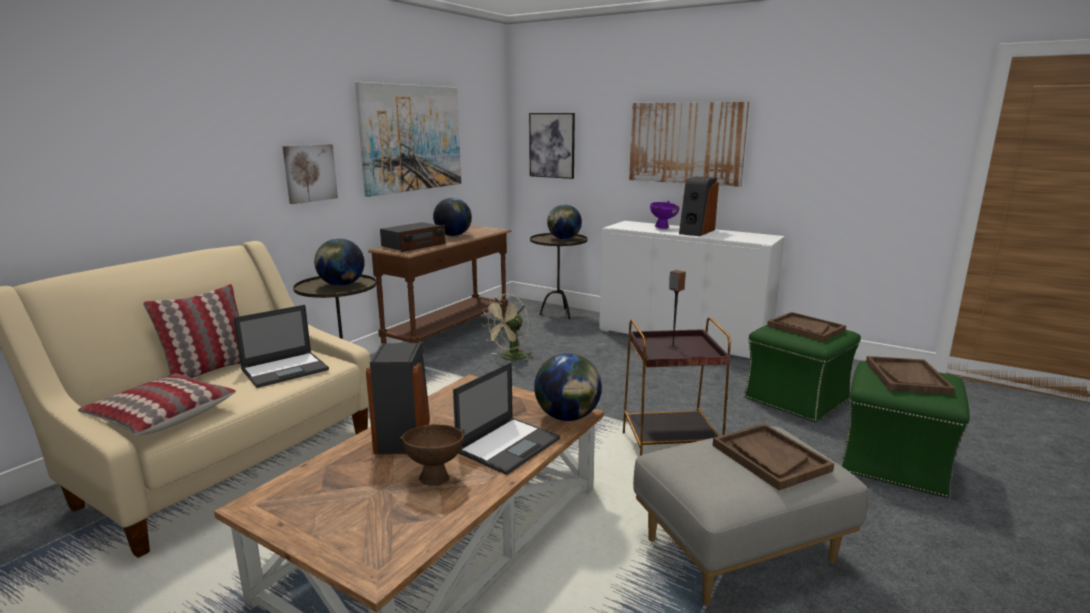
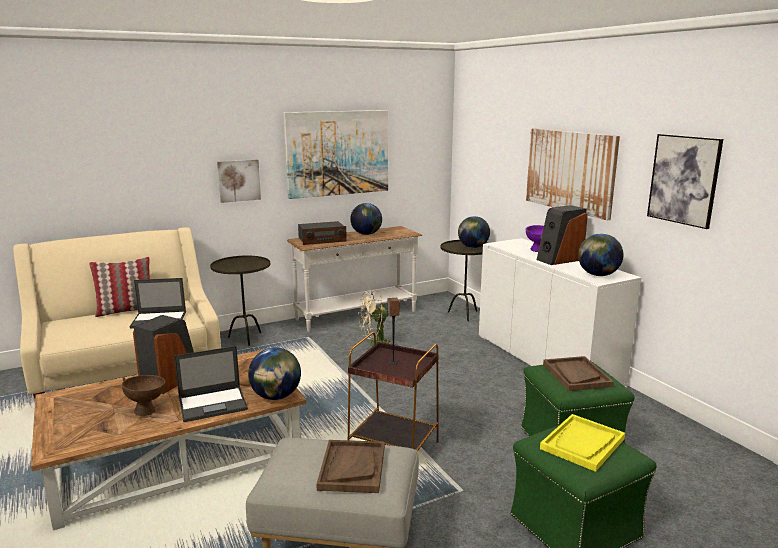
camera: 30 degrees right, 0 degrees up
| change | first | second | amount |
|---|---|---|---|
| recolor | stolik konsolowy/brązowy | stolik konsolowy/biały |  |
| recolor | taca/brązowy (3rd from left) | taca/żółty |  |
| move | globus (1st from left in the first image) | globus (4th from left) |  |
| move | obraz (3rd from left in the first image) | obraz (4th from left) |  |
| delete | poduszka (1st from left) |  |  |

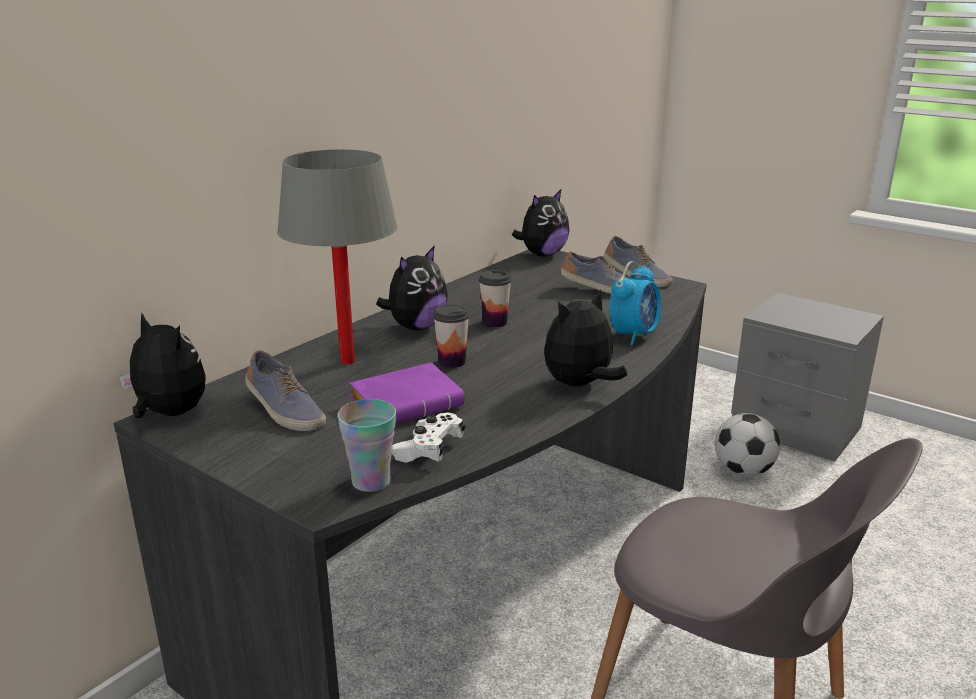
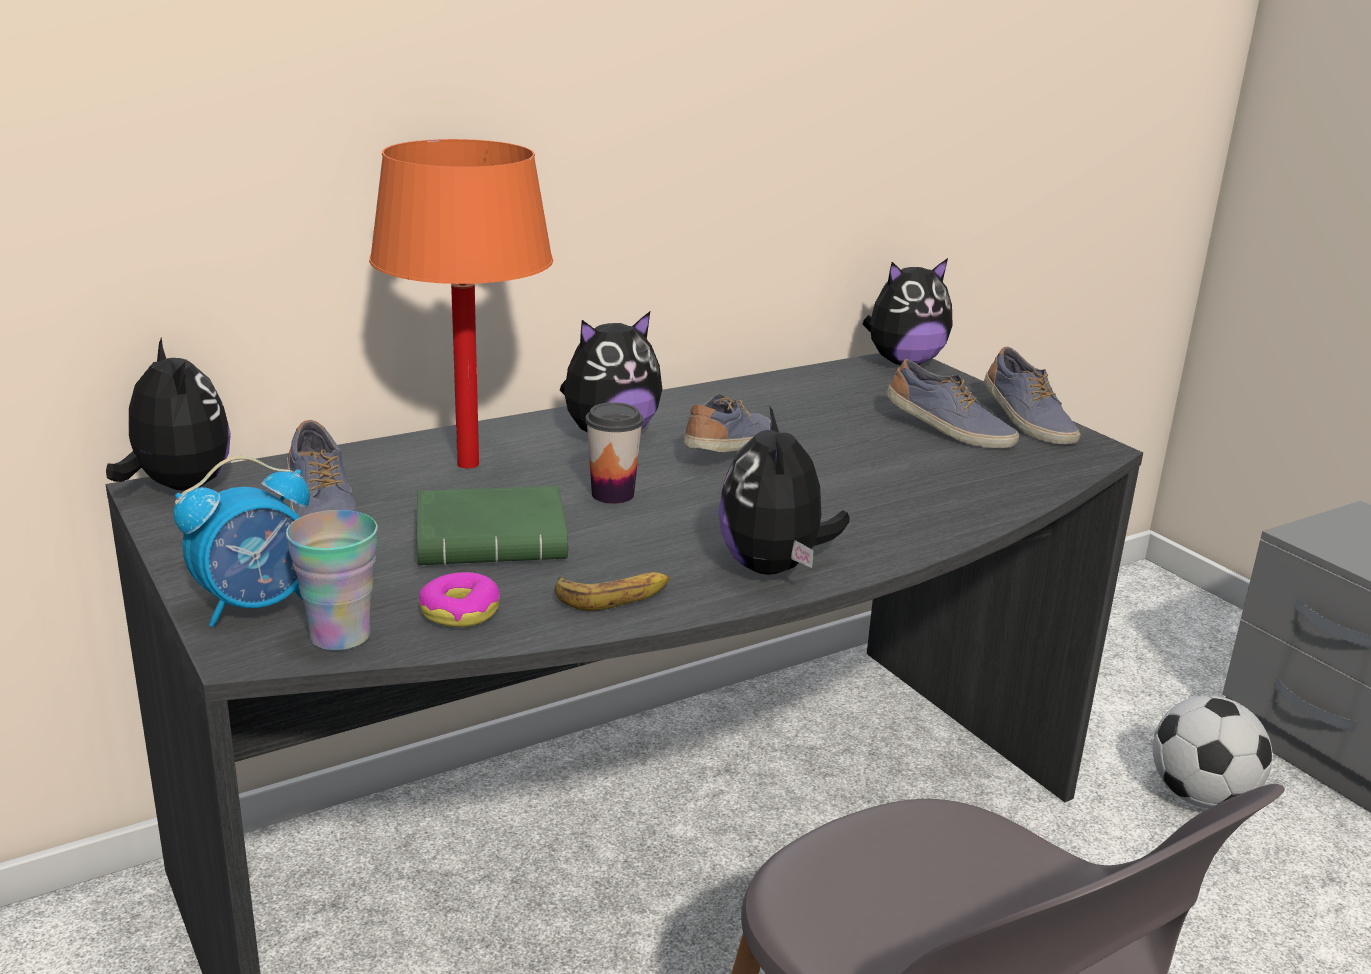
camera: 20 degrees right, 0 degrees up
| change | first | second | amount |
|---|---|---|---|
| move | budzik |  |  |
| recolor | lampa stołowa/szary | lampa stołowa/pomarańczowy |  |
| recolor | książka/fioletowy | książka/zielony |  |
| replace | pad do gier/biały | donut |  |
| insert |  | banan |  |
| replace | filiżanka (3rd from left) | but (2nd from left) |  |
| rotate | pluszak (4th from left in the first image) | pluszak (3rd from left) | 75 degrees counterclockwise |

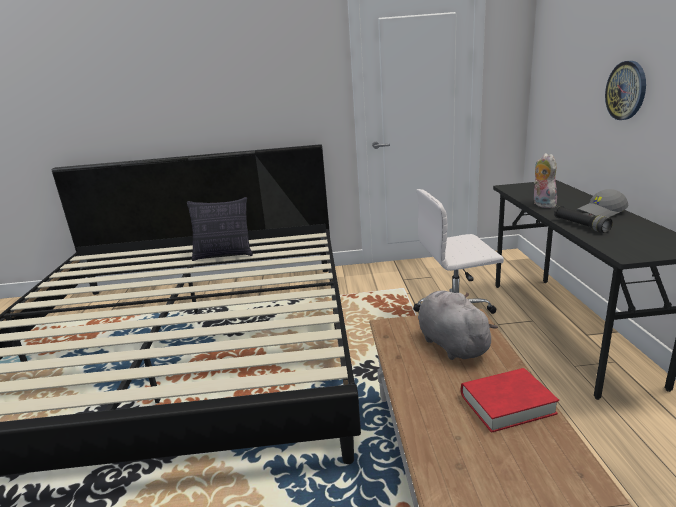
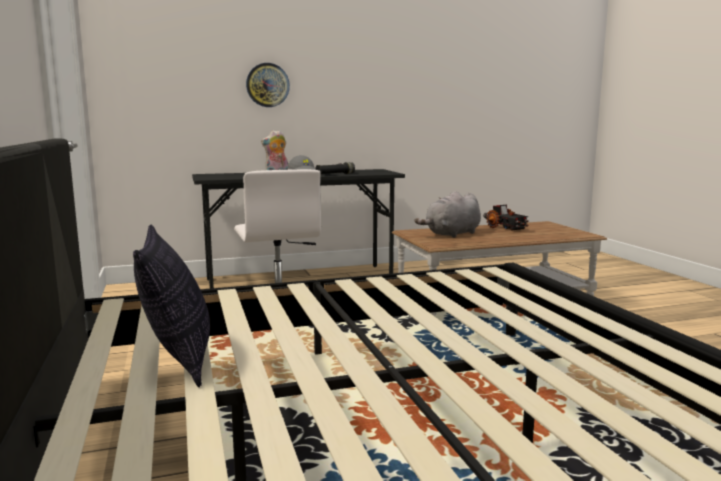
camera: 105 degrees left, 10 degrees down
| change | first | second | amount |
|---|---|---|---|
| replace | książka/czerwony | ciężarówka zabawkowa |  |

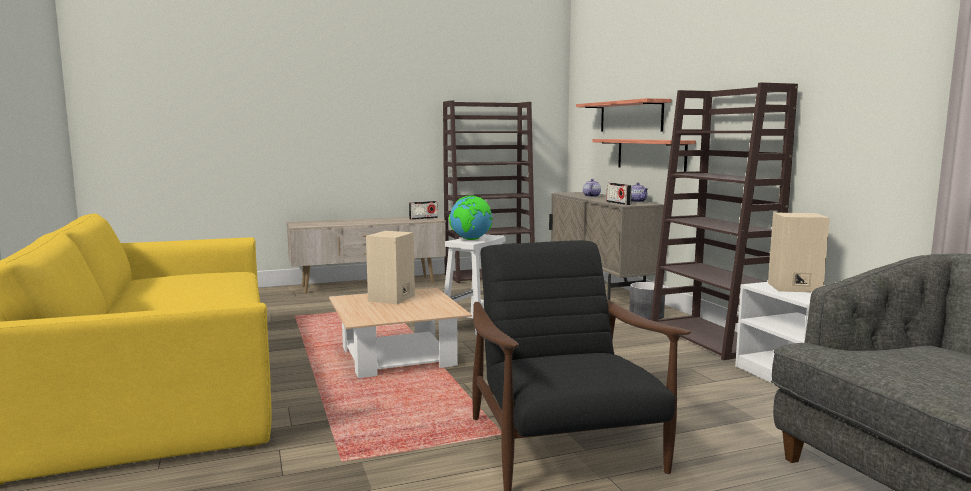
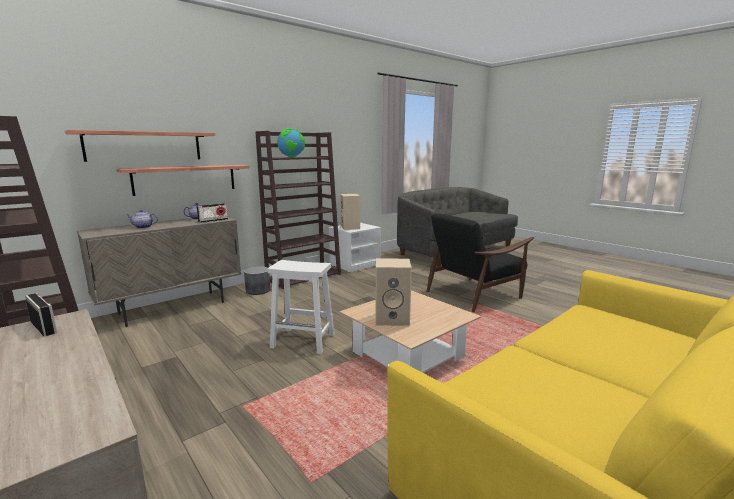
camera: 110 degrees left, 5 degrees up
| change | first | second | amount |
|---|---|---|---|
| move | globus |  |  |

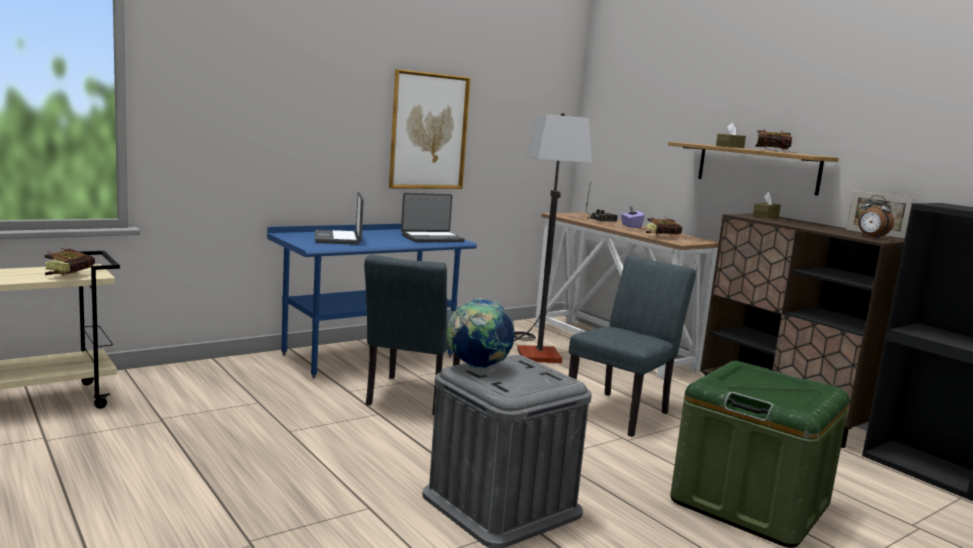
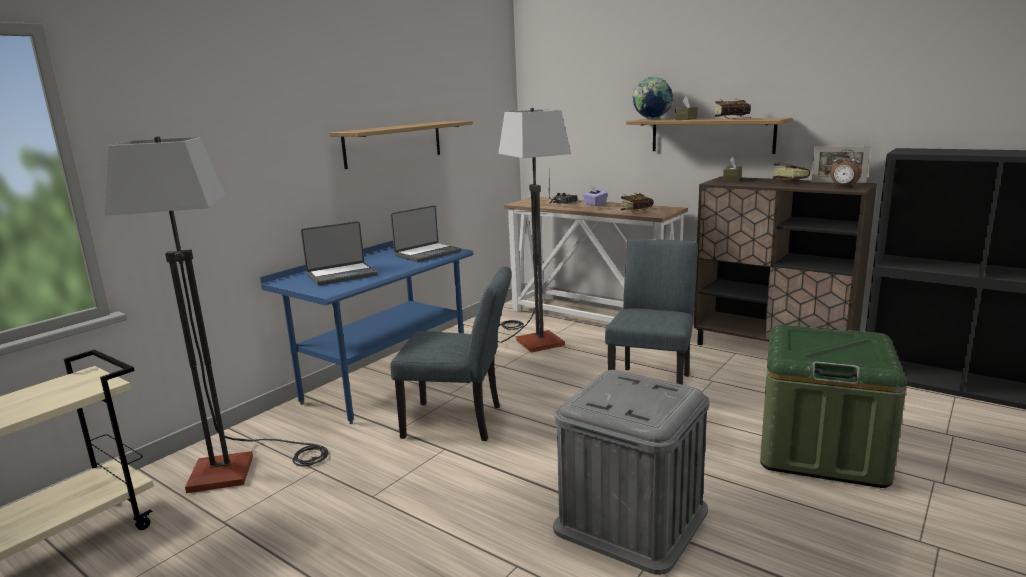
camera: 15 degrees left, 5 degrees up
| change | first | second | amount |
|---|---|---|---|
| insert |  | lampa stojąca (1st from left) |  |
| rotate | laptop (1st from left) |  | 90 degrees counterclockwise |
| replace | obraz | półka (1st from left) |  |
| rotate | krzesło/szary (1st from left) |  | 75 degrees counterclockwise |
| move | globus |  |  |
| move | książka (1st from left in the first image) | książka (3rd from left) |  |

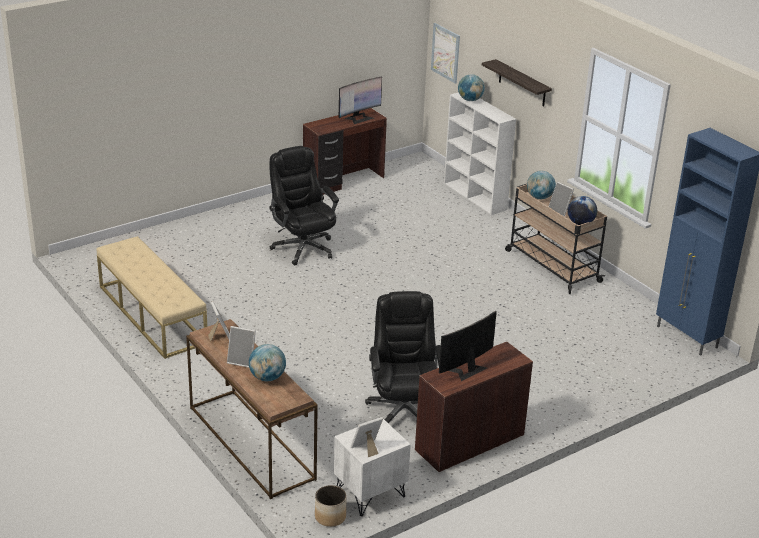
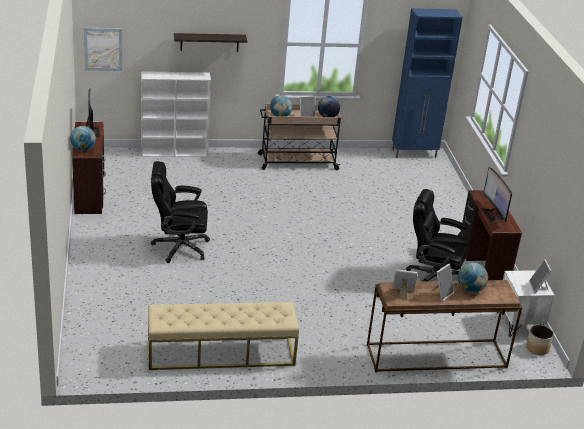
camera: 65 degrees left, 0 degrees up
| change | first | second | amount |
|---|---|---|---|
| move | globus (2nd from left in the first image) | globus (1st from left) |  |

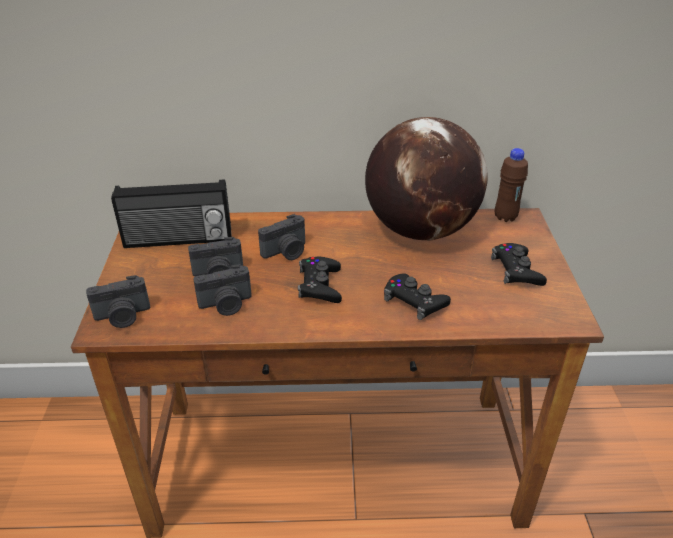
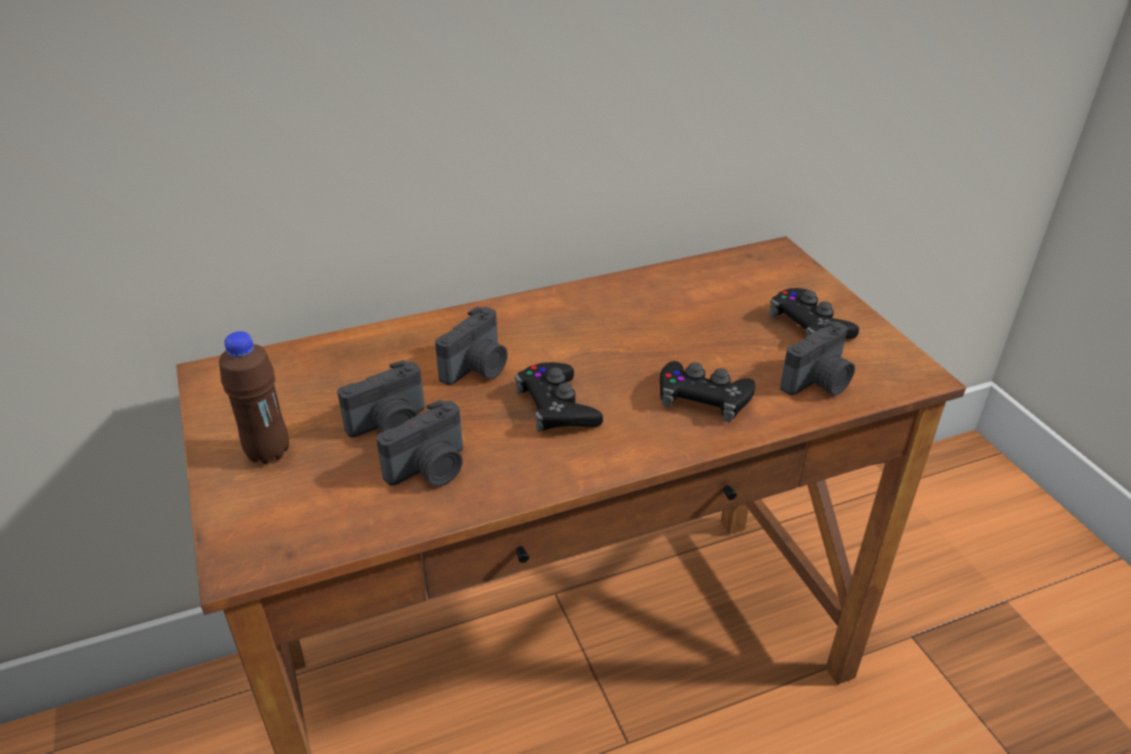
camera: 20 degrees left, 0 degrees up
| change | first | second | amount |
|---|---|---|---|
| move | butelka/brązowy |  |  |
| move | aparat fotograficzny (1st from left in the first image) | aparat fotograficzny (4th from left) |  |
| delete | radio |  |  |
| delete | globus |  |  |

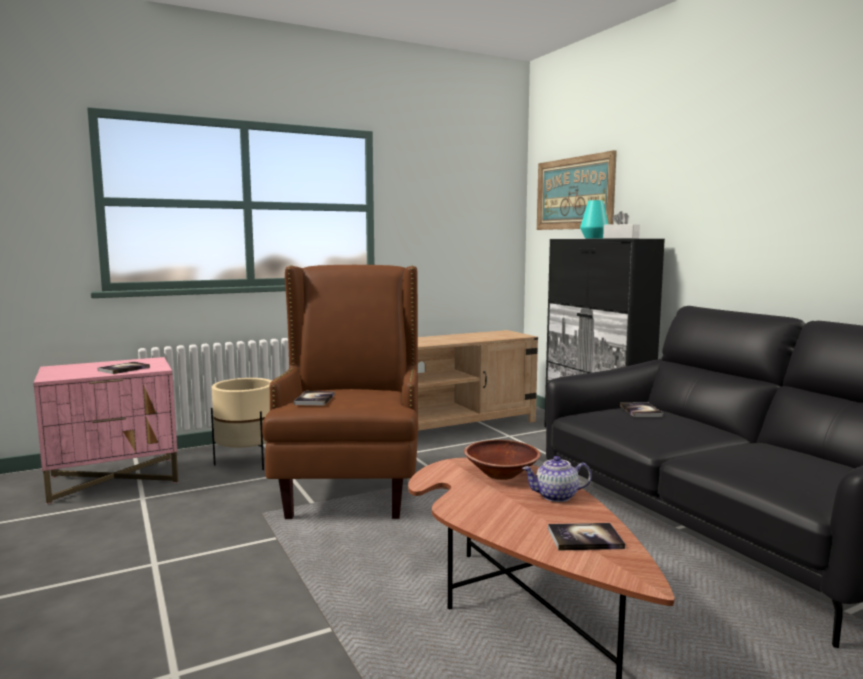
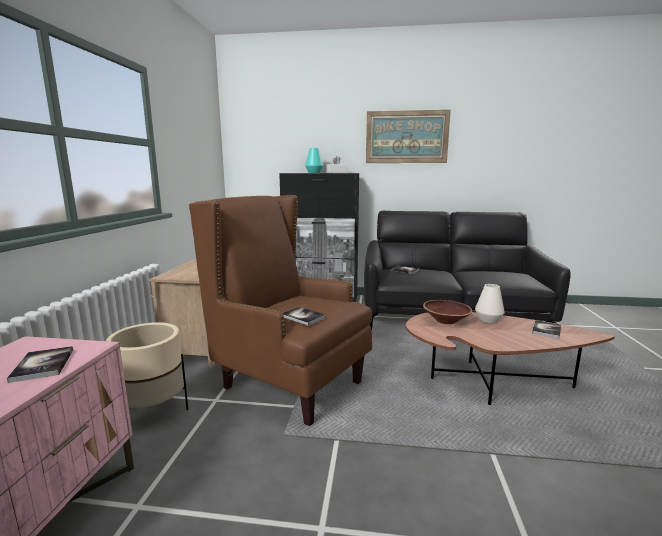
camera: 55 degrees left, 5 degrees up
| change | first | second | amount |
|---|---|---|---|
| move | obraz |  |  |
| replace | imbryk | wazon/biały |  |

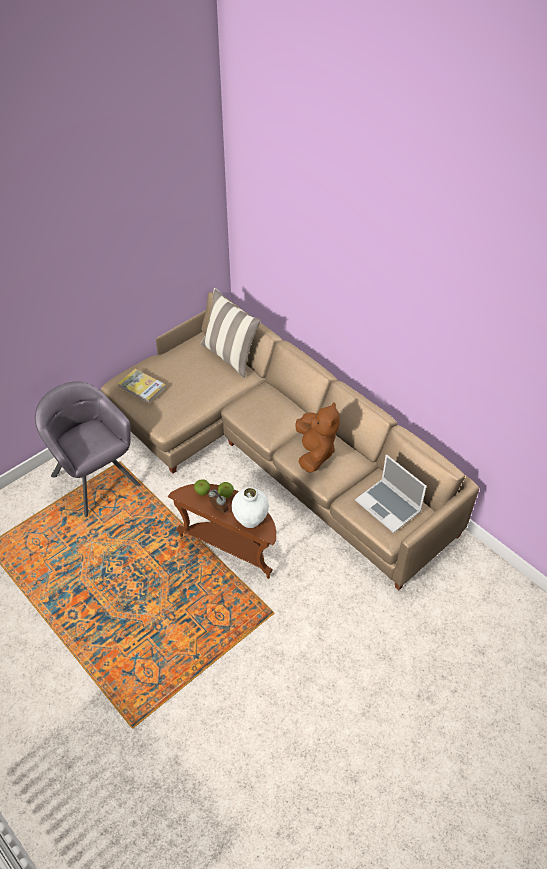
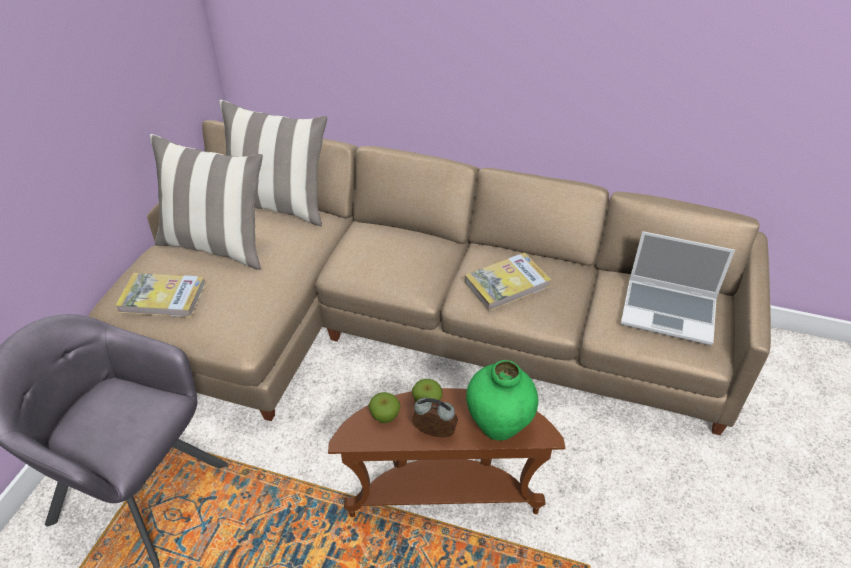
camera: 30 degrees left, 5 degrees down
| change | first | second | amount |
|---|---|---|---|
| insert |  | poduszka (1st from left) |  |
| replace | pluszak/brązowy | książka (2nd from left) |  |
| recolor | wazon/biały | wazon/zielony |  |

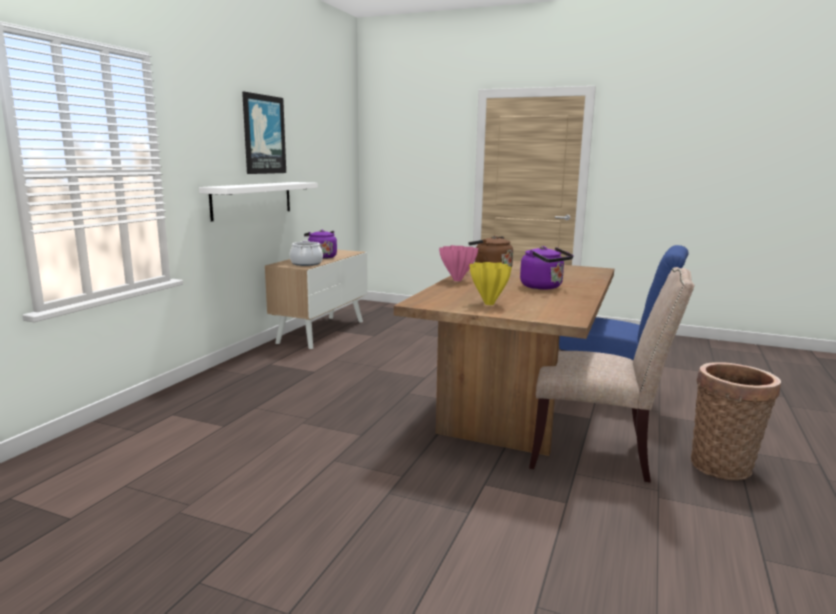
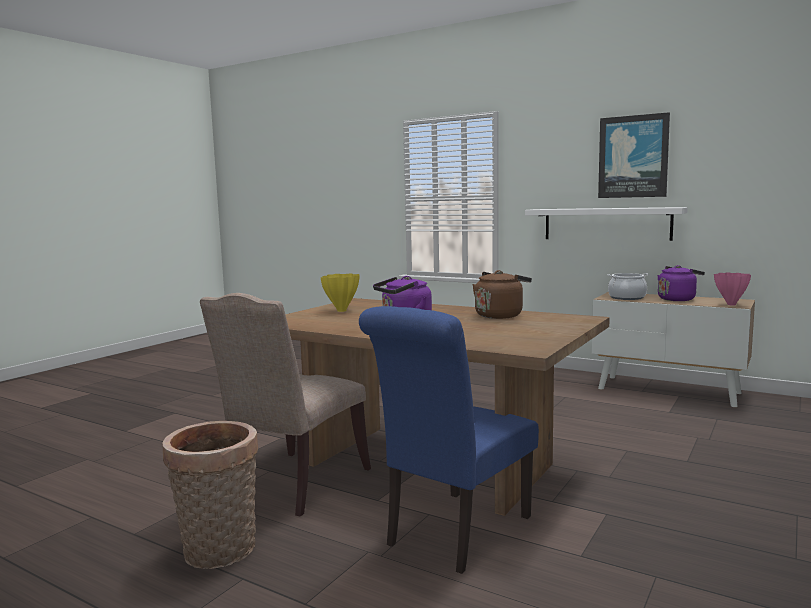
camera: 100 degrees right, 5 degrees down
| change | first | second | amount |
|---|---|---|---|
| move | wazon/różowy |  |  |

